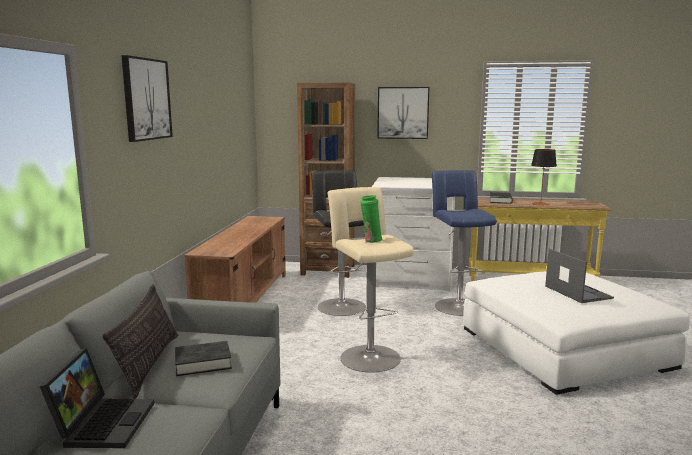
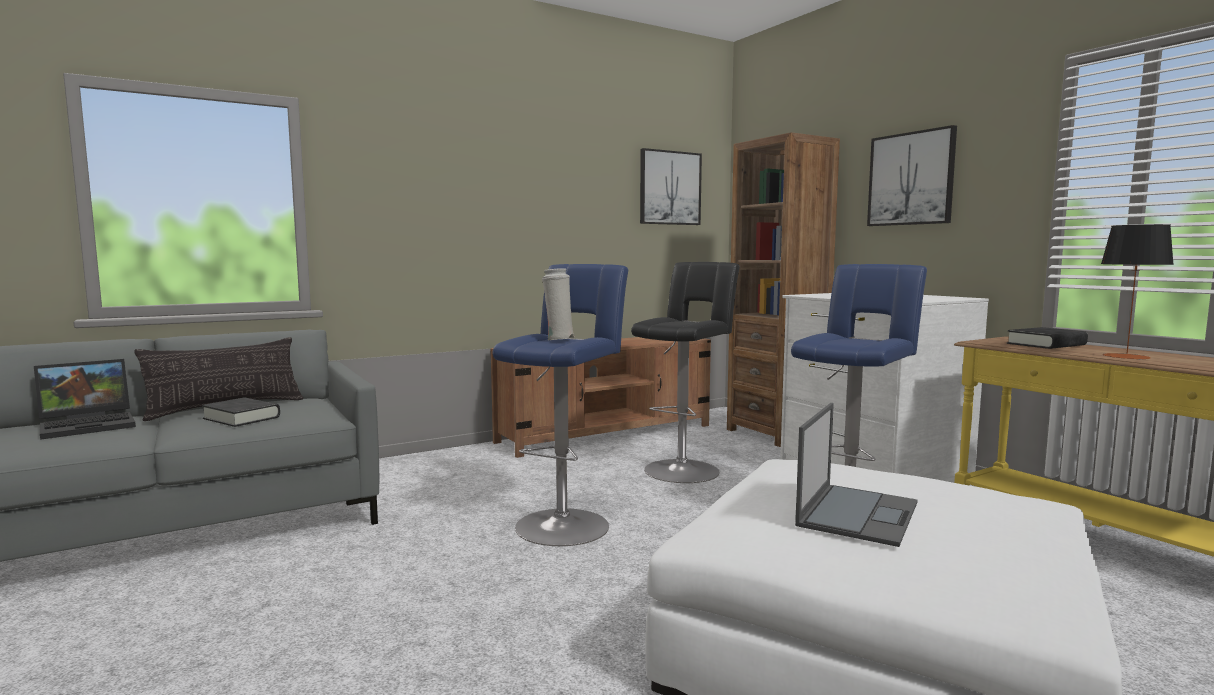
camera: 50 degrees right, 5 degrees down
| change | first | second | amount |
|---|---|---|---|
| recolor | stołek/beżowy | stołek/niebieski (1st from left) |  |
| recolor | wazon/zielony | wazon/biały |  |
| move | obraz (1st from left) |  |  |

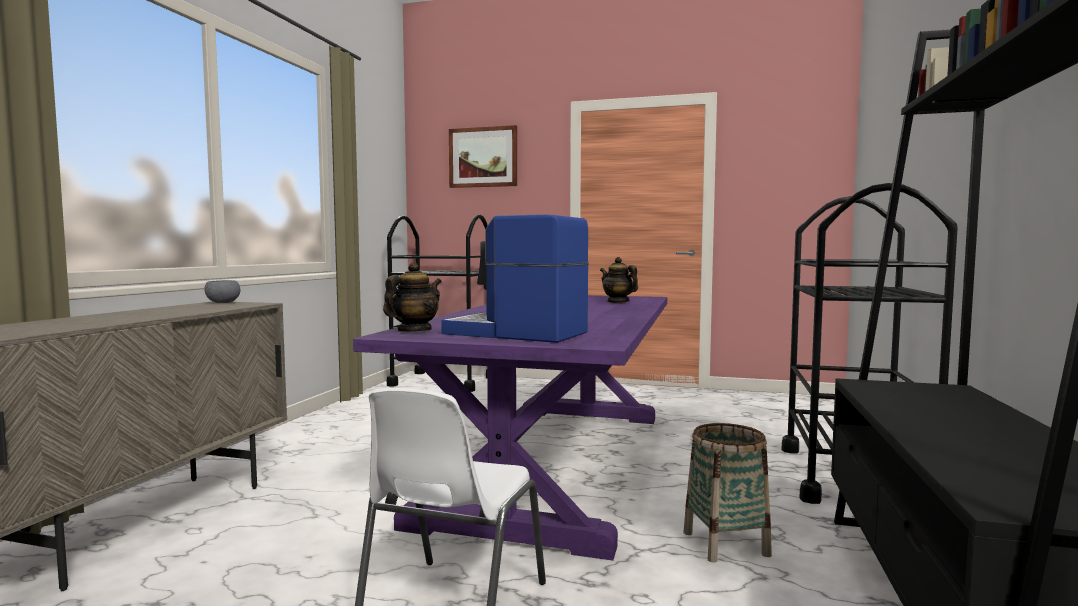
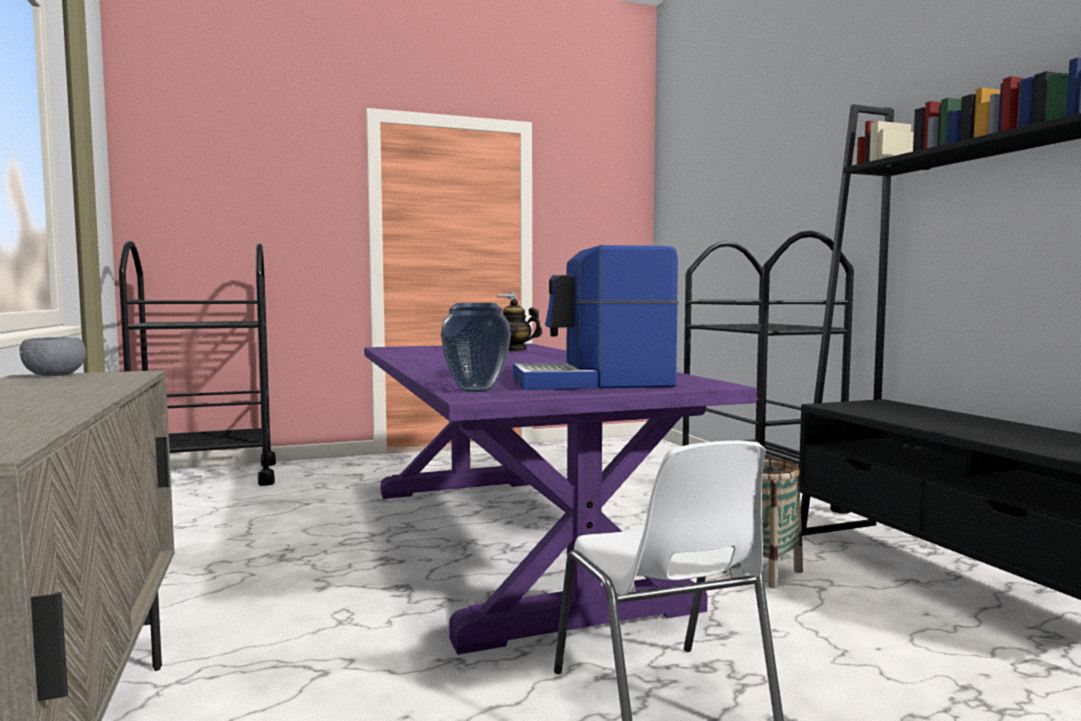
camera: 35 degrees left, 0 degrees up
| change | first | second | amount |
|---|---|---|---|
| replace | imbryk (1st from left) | wazon |  |
| delete | obraz |  |  |

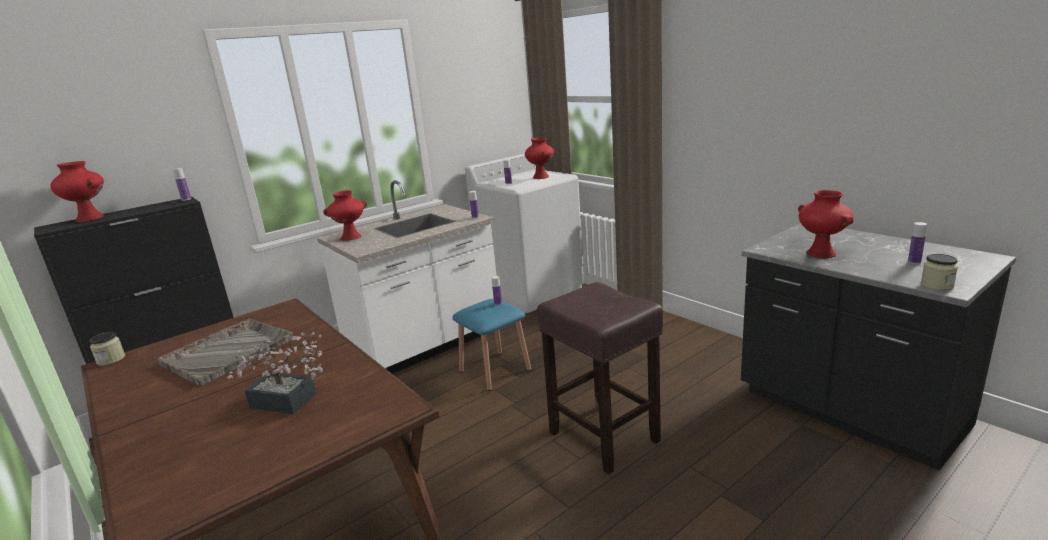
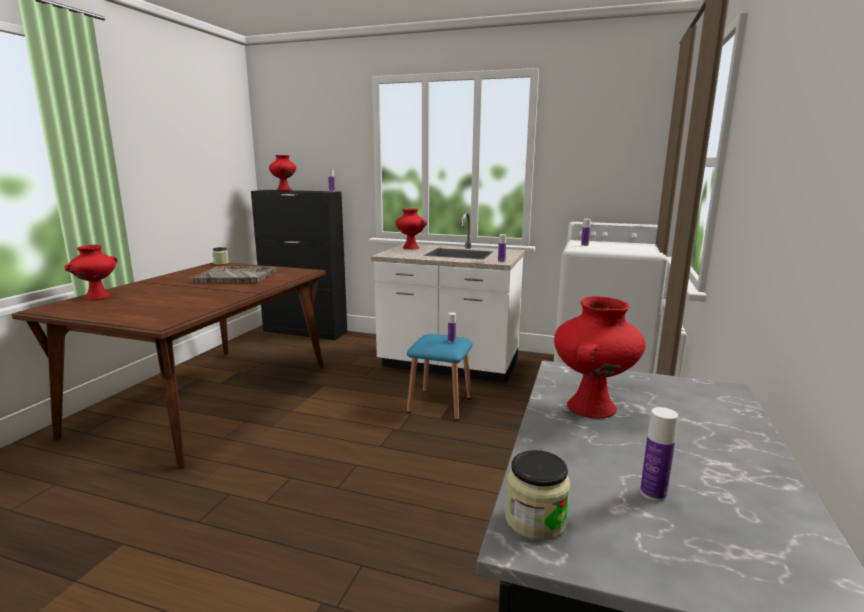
camera: 55 degrees right, 5 degrees down
| change | first | second | amount |
|---|---|---|---|
| move | wazon/czerwony (3rd from left in the first image) | wazon/czerwony (1st from left) |  |
| delete | roślina doniczkowa |  |  |
| delete | stołek/brązowy |  |  |

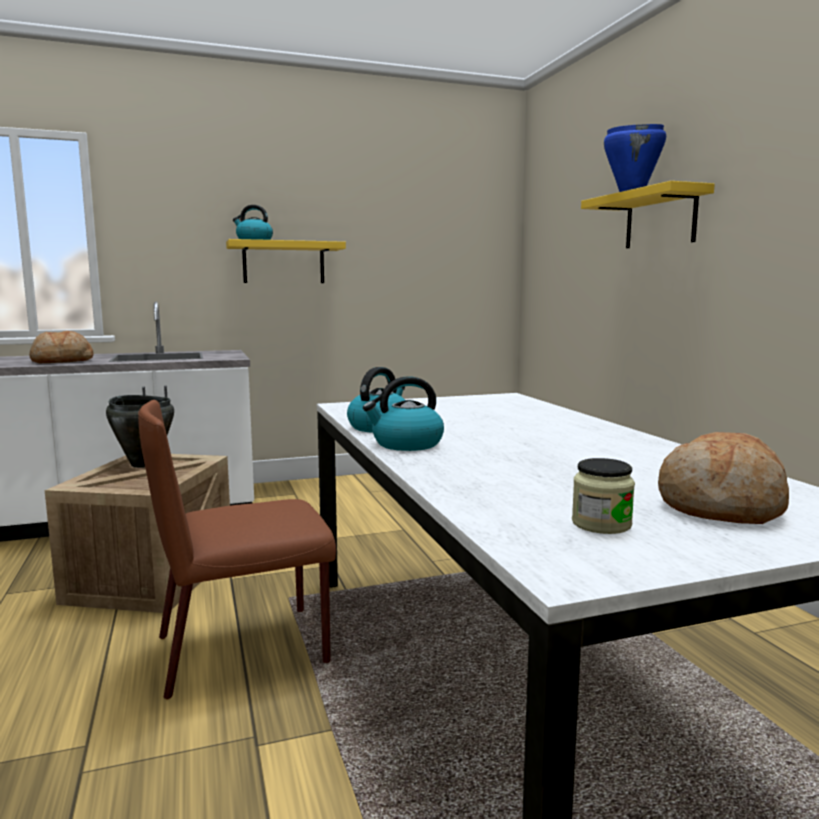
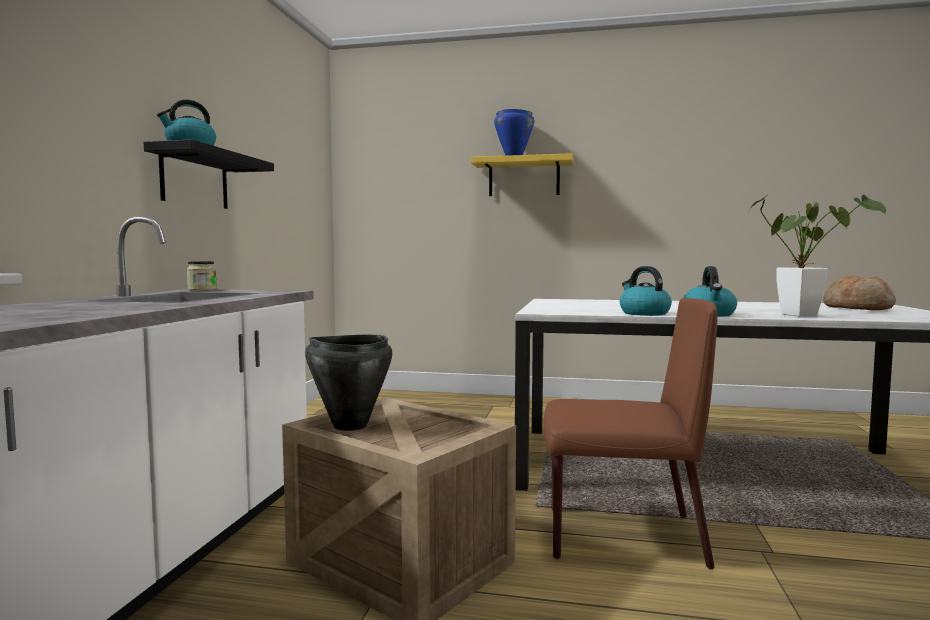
camera: 60 degrees left, 5 degrees down
| change | first | second | amount |
|---|---|---|---|
| recolor | półka/żółty (1st from left) | półka/czarny |  |
| move | słoik |  |  |
| rotate | krzesło/brązowy |  | 90 degrees counterclockwise |
| insert |  | roślina doniczkowa |  |
| delete | chleb (1st from left) |  |  |

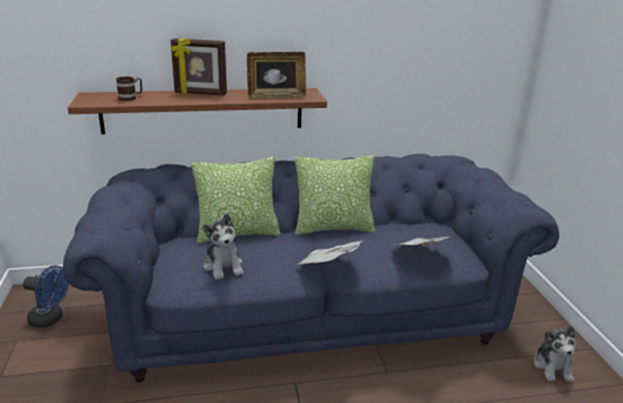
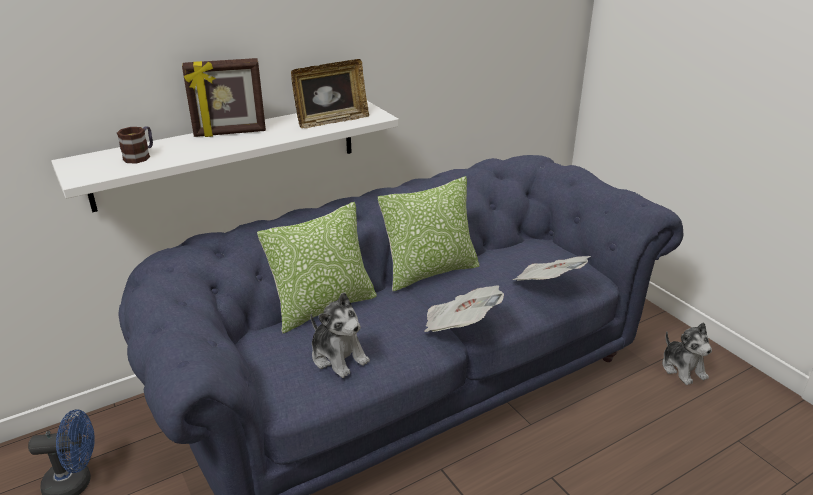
camera: 20 degrees left, 5 degrees up
| change | first | second | amount |
|---|---|---|---|
| recolor | półka/brązowy | półka/biały |  |

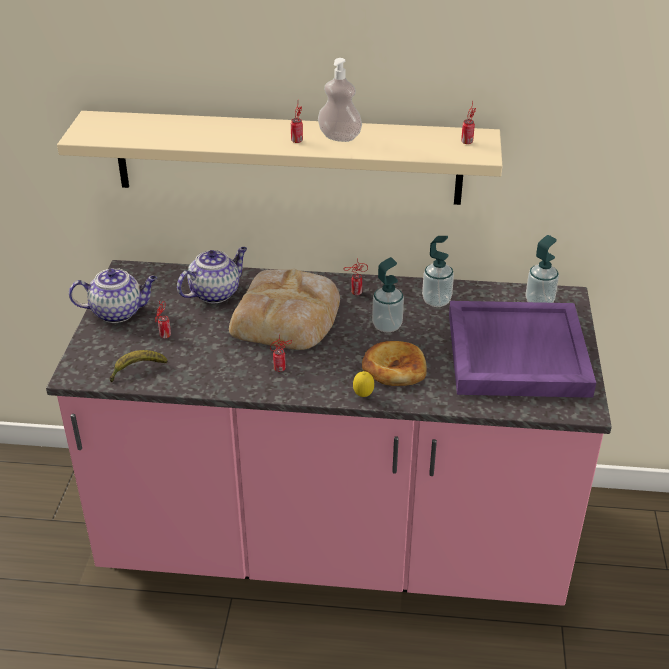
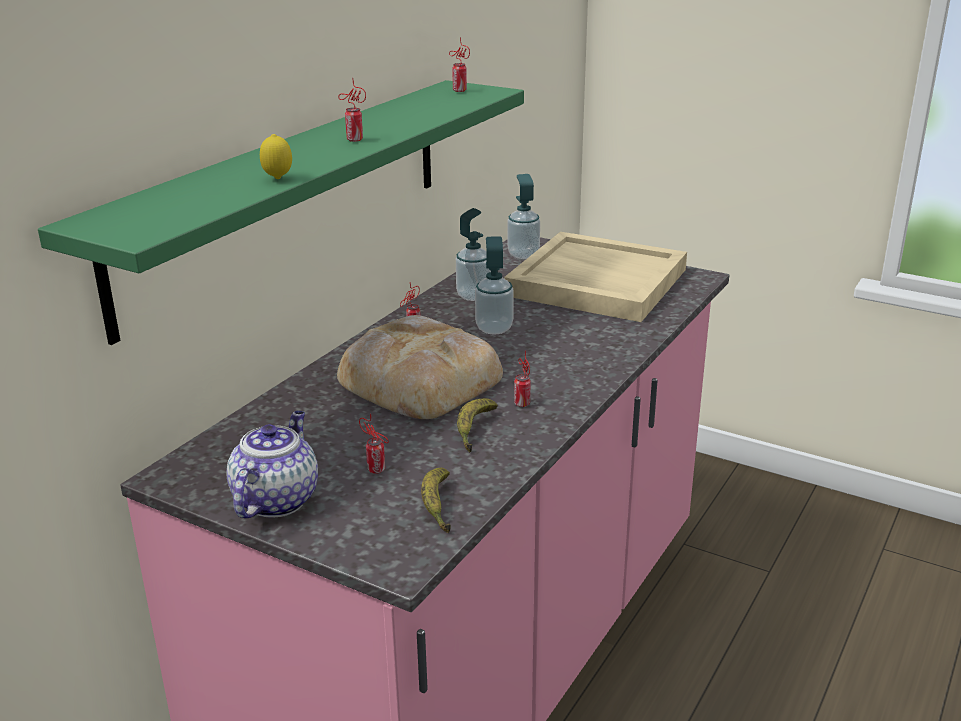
camera: 65 degrees left, 10 degrees down
| change | first | second | amount |
|---|---|---|---|
| recolor | półka/beżowy | półka/zielony |  |
| move | cytryna |  |  |
| insert |  | banan (2nd from left) |  |
| recolor | taca/fioletowy | taca/beżowy |  |
| delete | imbryk (2nd from left) |  |  |
| delete | dozownik mydła (1st from left) |  |  |
| delete | chleb (2nd from left) |  |  |

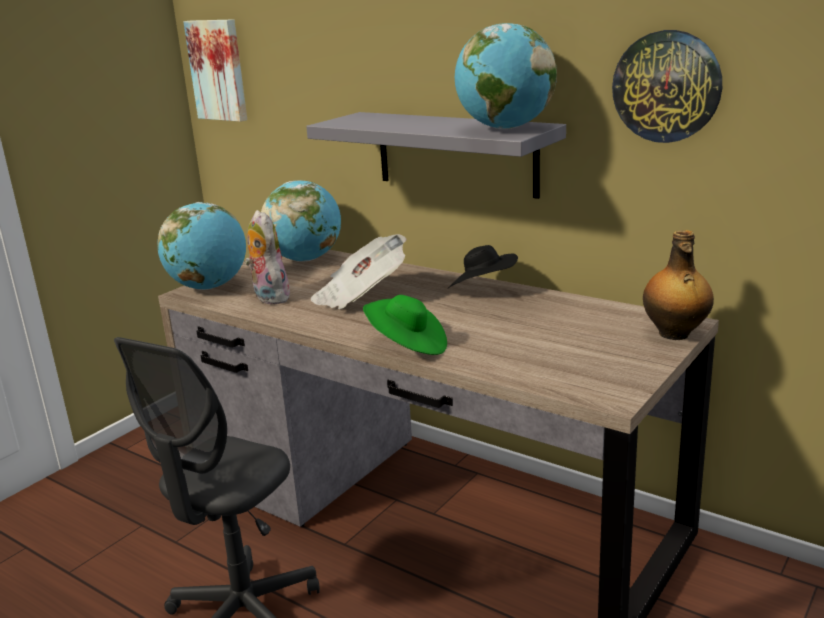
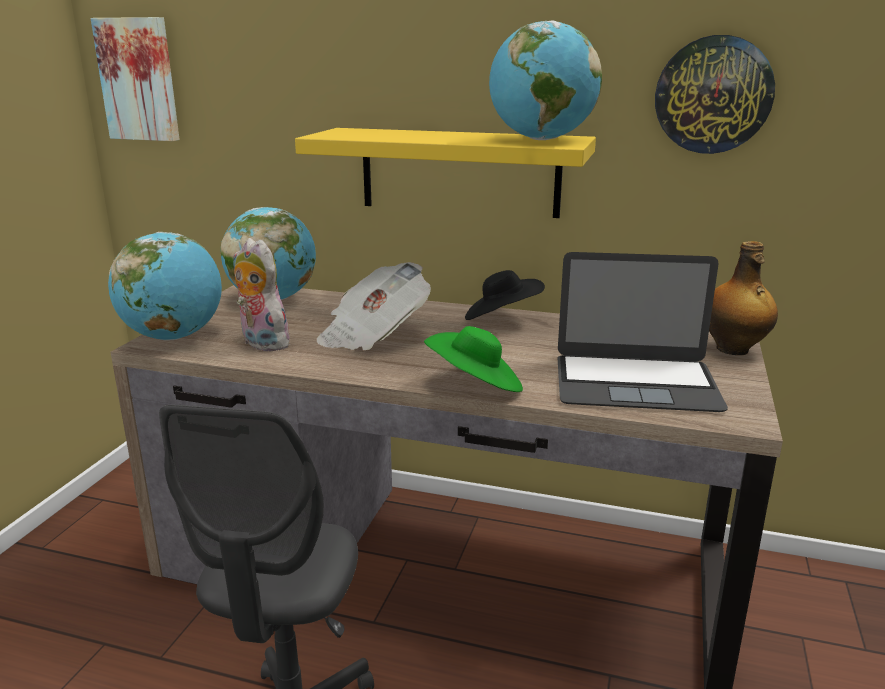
camera: 20 degrees left, 0 degrees up
| change | first | second | amount |
|---|---|---|---|
| recolor | półka/szary | półka/żółty |  |
| insert |  | laptop |  |

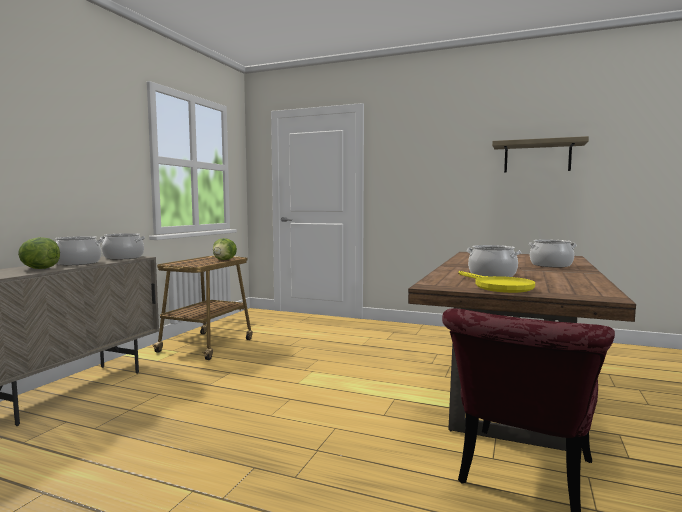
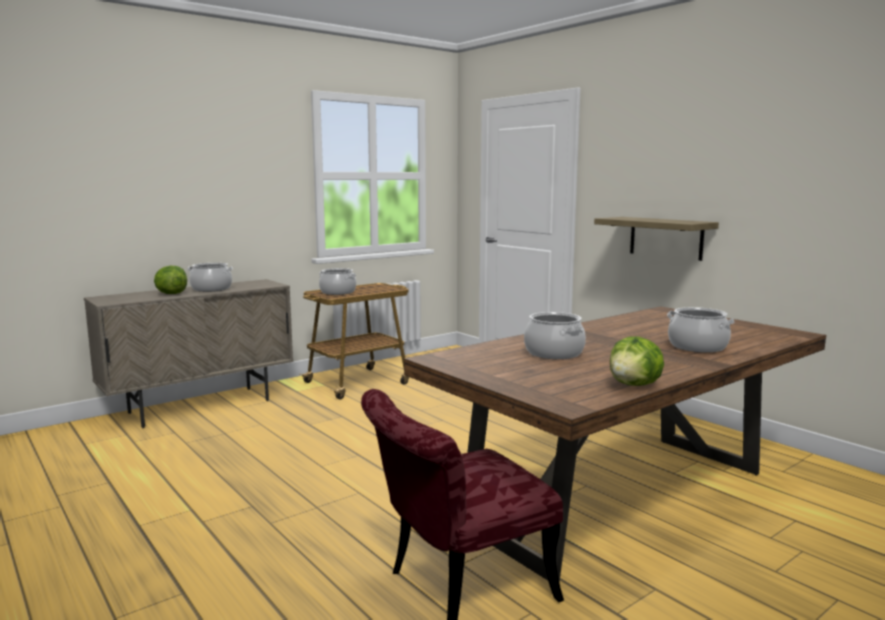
camera: 30 degrees right, 5 degrees up
| change | first | second | amount |
|---|---|---|---|
| move | garnek (2nd from left) |  |  |
| move | półka |  |  |
| move | sałata (2nd from left) |  |  |
| delete | patelnia/żółty |  |  |

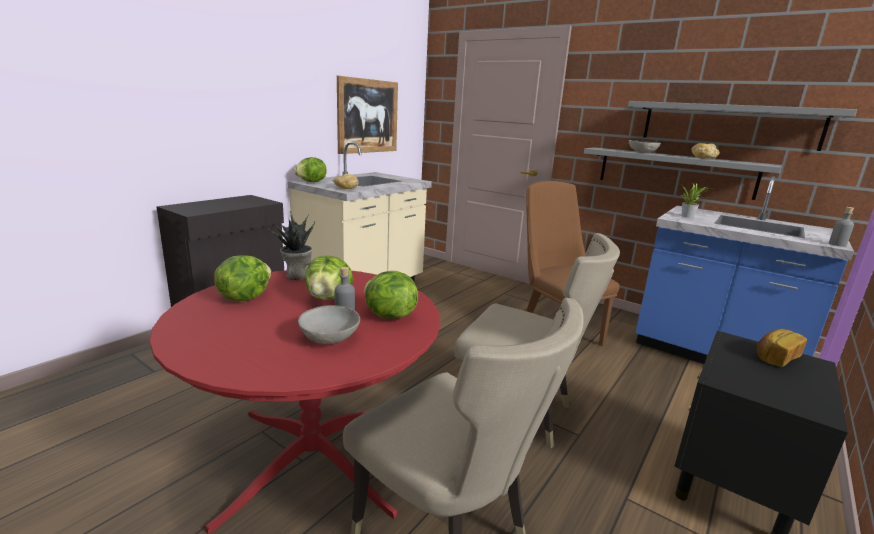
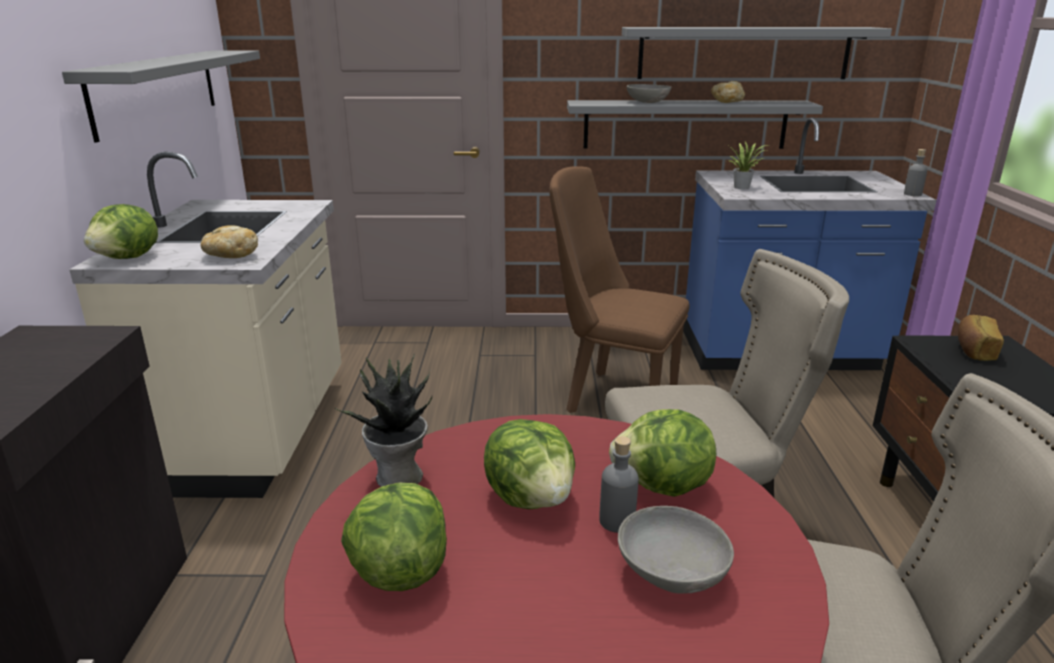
camera: 35 degrees left, 5 degrees up
| change | first | second | amount |
|---|---|---|---|
| replace | obraz | półka/szary (1st from left) |  |

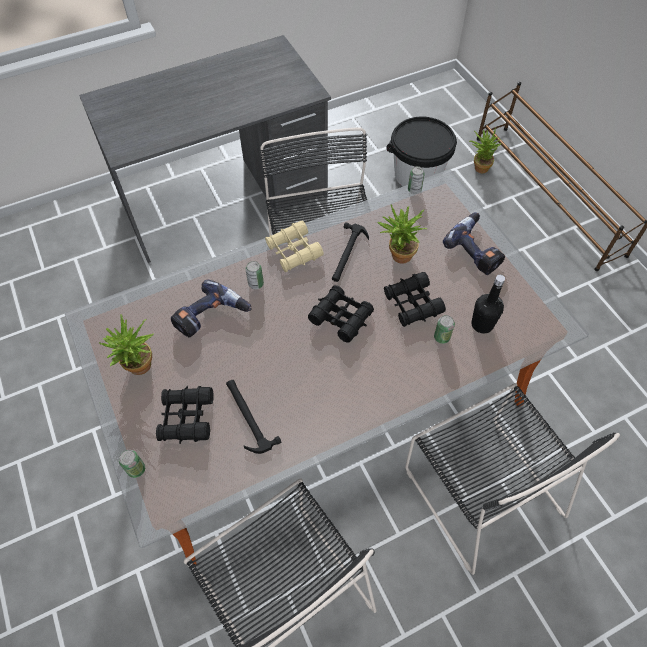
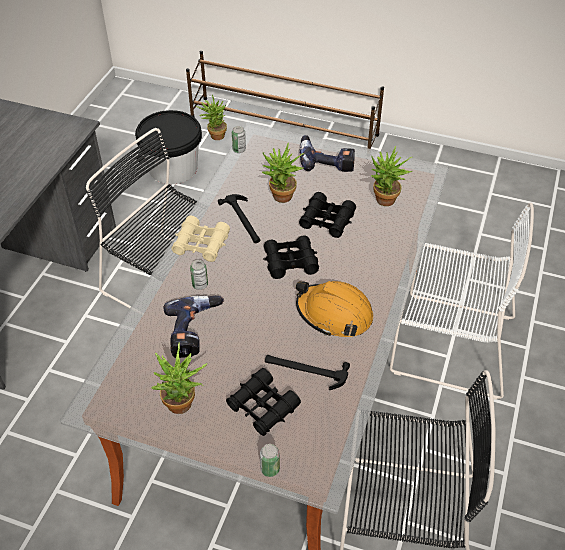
camera: 45 degrees left, 10 degrees down
| change | first | second | amount |
|---|---|---|---|
| insert |  | kask/pomarańczowy |  |
| replace | butelka/czarny | roślina doniczkowa (4th from left) |  |
| recolor | krzesło/czarny (3rd from left) | krzesło/biały |  |
| delete | puszka (4th from left) |  |  |

